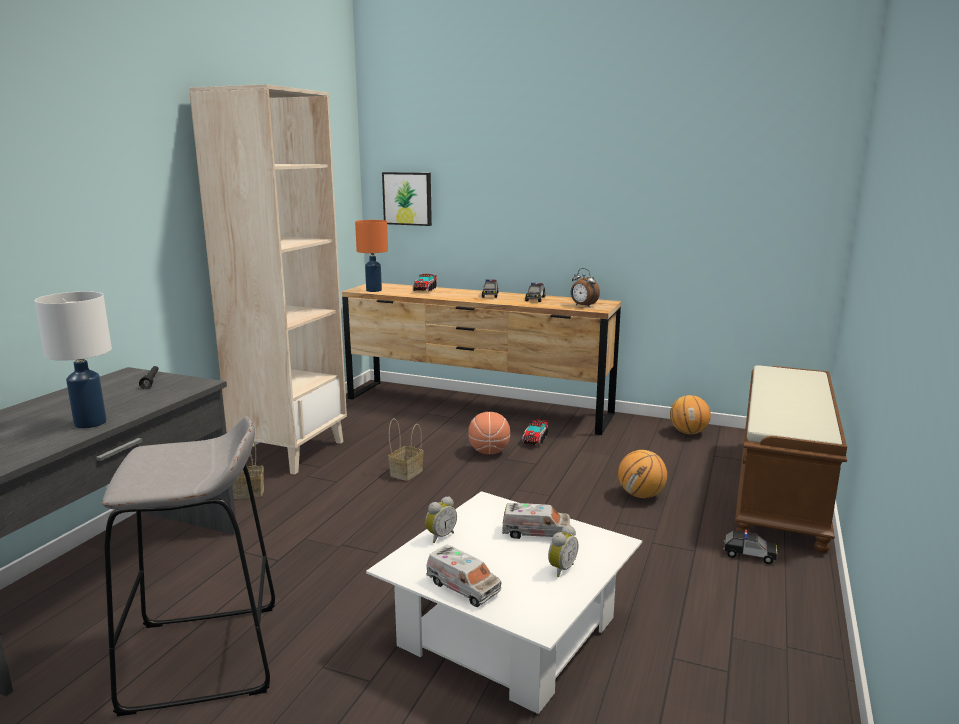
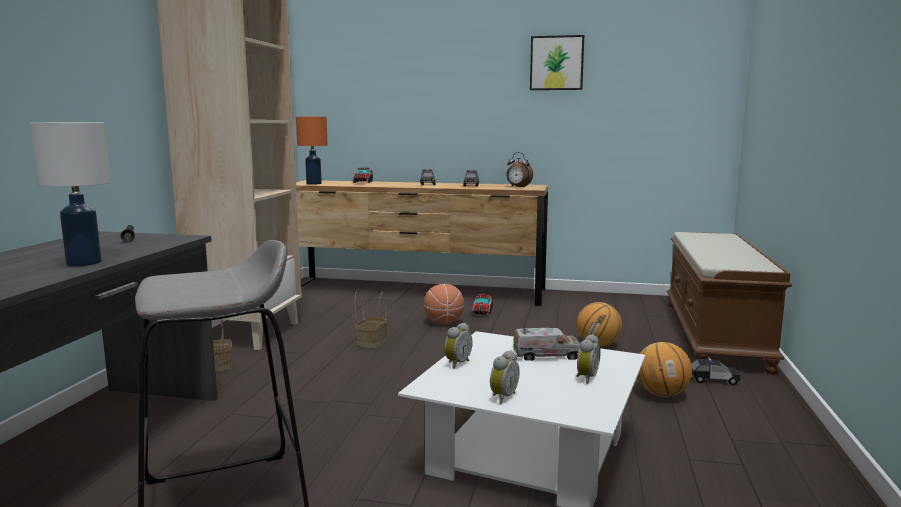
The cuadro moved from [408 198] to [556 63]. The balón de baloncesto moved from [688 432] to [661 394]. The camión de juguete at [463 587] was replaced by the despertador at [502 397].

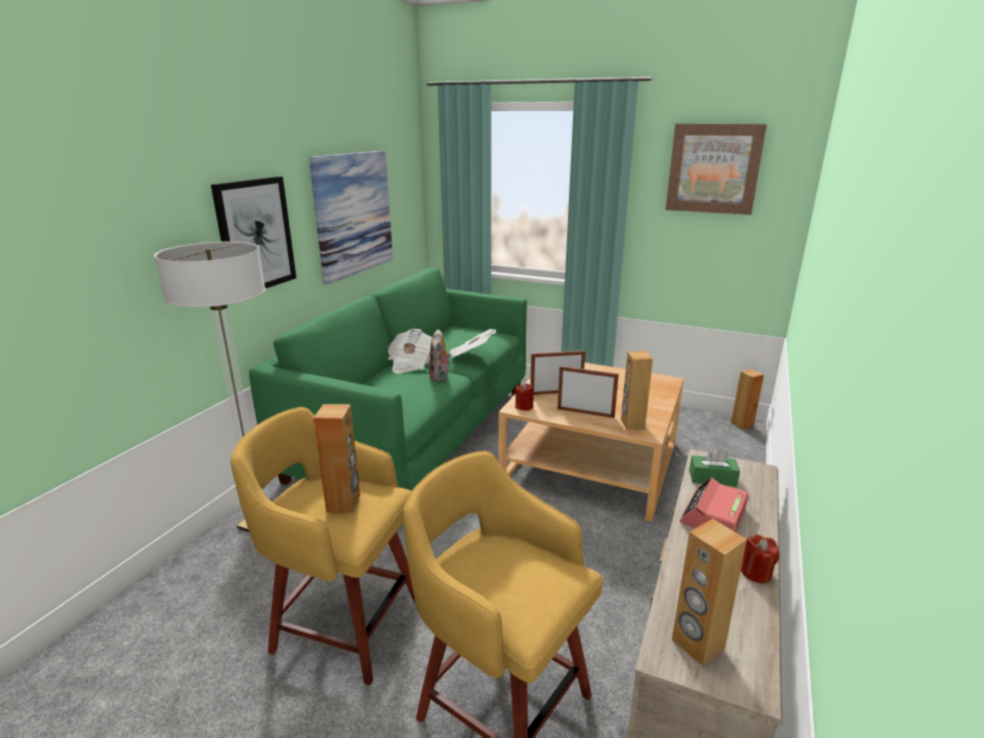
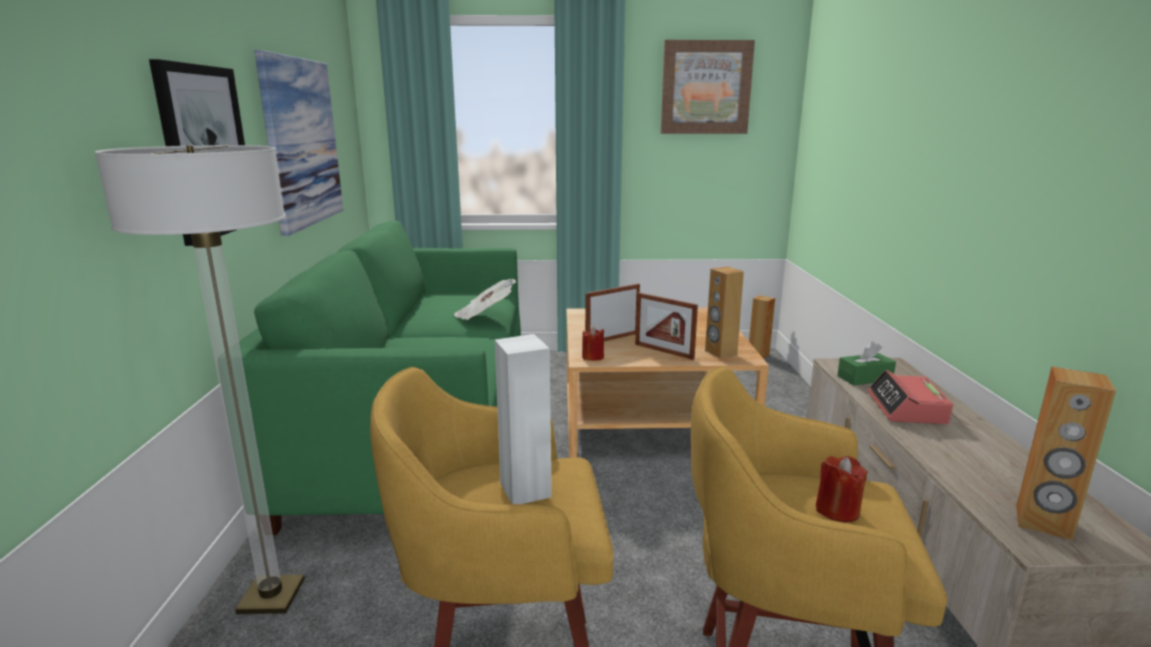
The periódico at [410 364] disappeared. The peluche at [440 377] disappeared. The portarretratos at [585 413] turned 135 degrees counterclockwise. The altavoz (marrón) at [344 503] became the altavoz (blanco) at [526 490]. The vela (rojo) moved from [756 572] to [837 510].

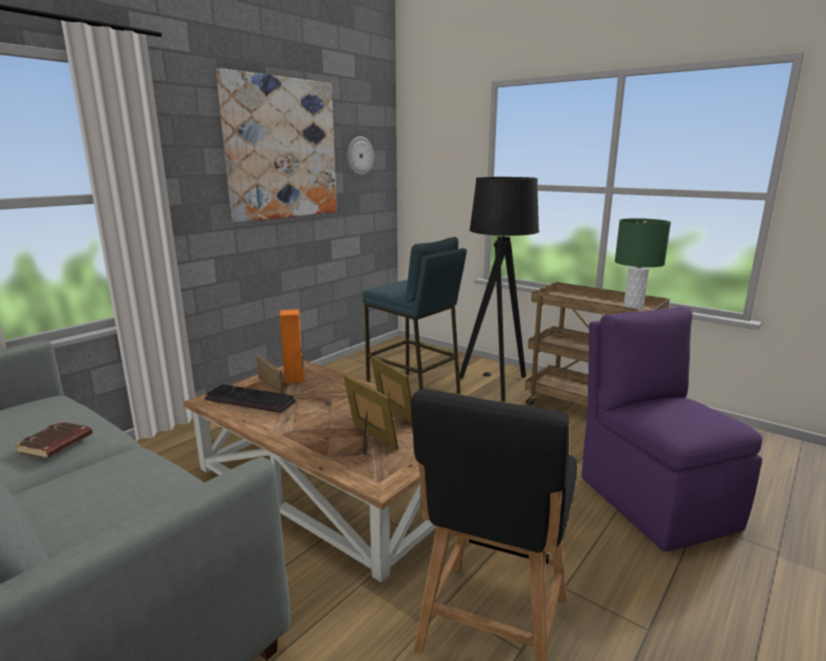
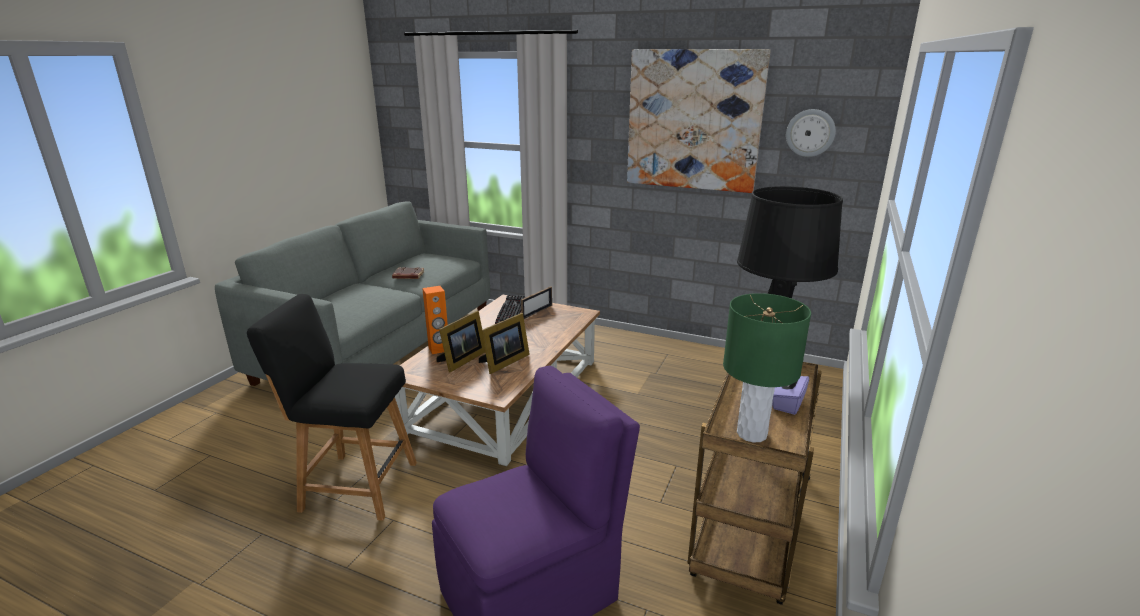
The taburete (azul) at [414 392] disappeared. The altavoz (naranja) moved from [294 378] to [439 349]. The caja de pañuelos (morado) at [787 403] appeared.

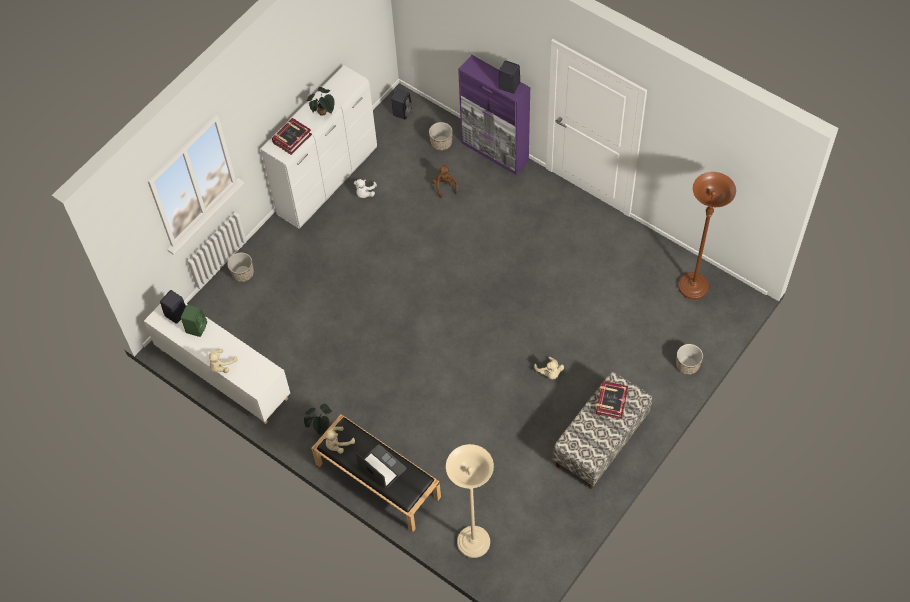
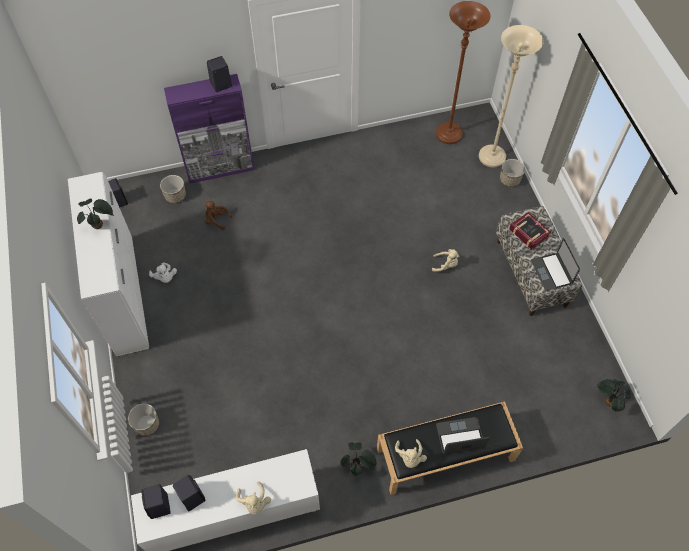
The libro at [292 138] disappeared. The altavoz (verde) at [196 327] became the altavoz (negro) at [191 496]. The lámpara de pie (beis) moved from [473 542] to [492 157]. The portátil at [551 272] appeared. The planta en maceta at [608 401] appeared.

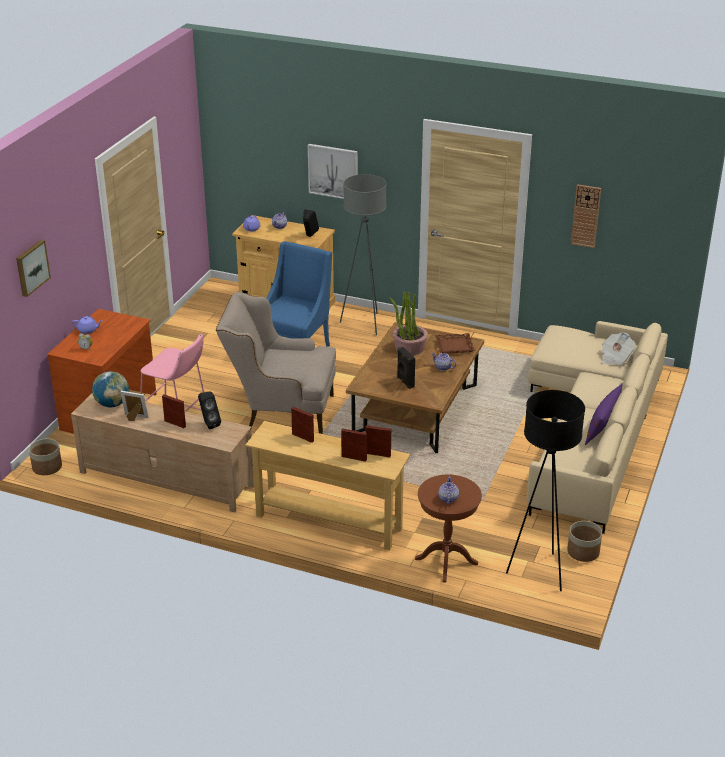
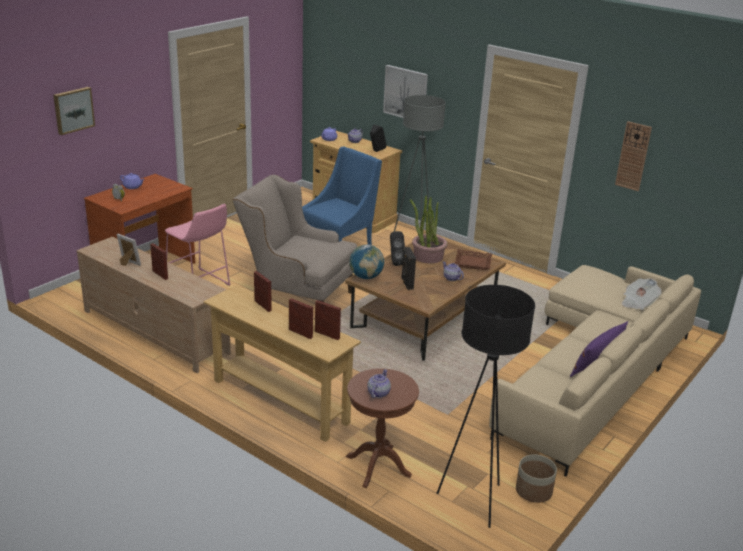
The globo terráqueo moved from [112 404] to [366 277]. The altavoz (negro) moved from [208 424] to [395 262]. The maceta at [47 467] disappeared.

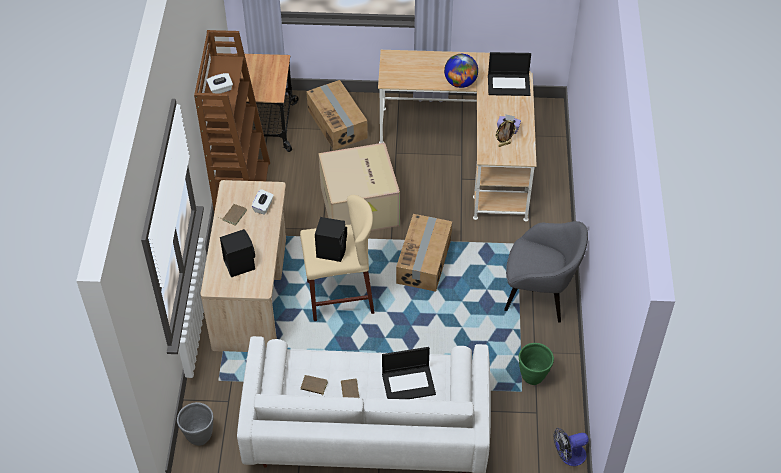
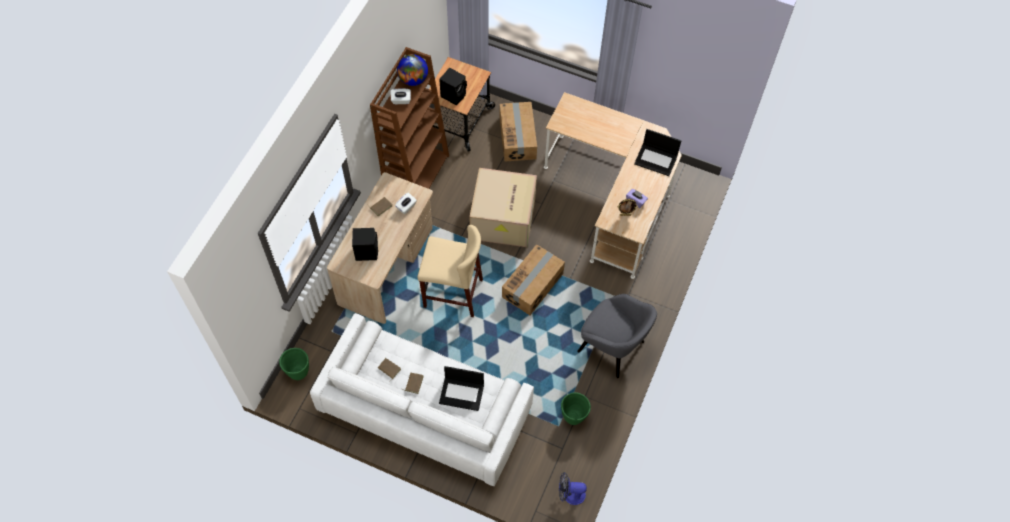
The globo terráqueo moved from [460 83] to [413 80]. The altavoz (negro) moved from [332 250] to [454 95]. The maceta (gris) at [199 436] became the maceta (verde) at [298 372].

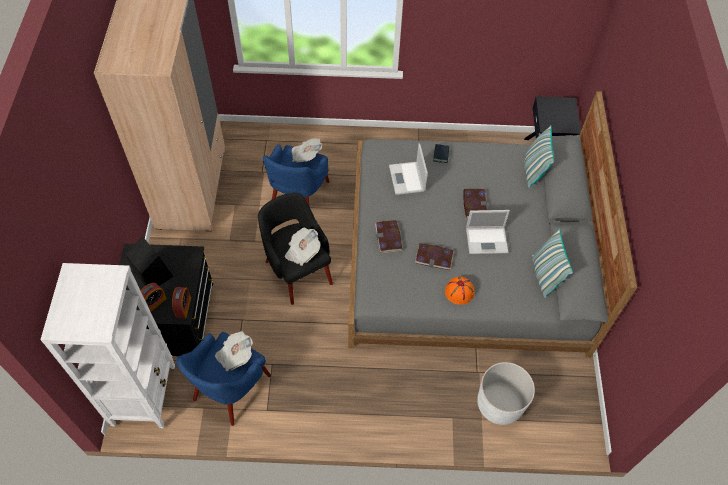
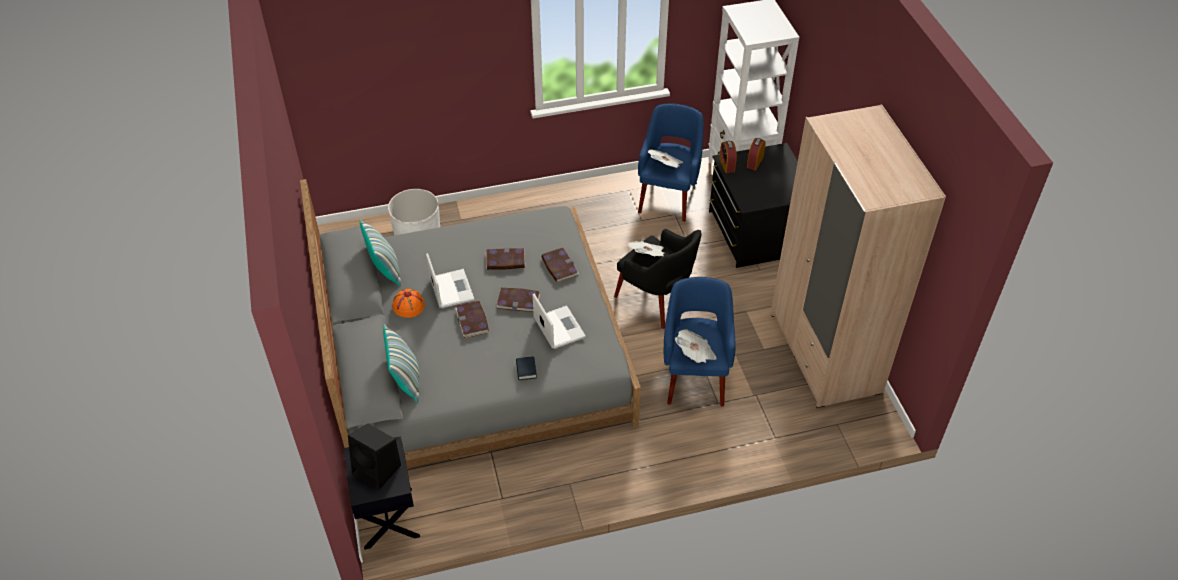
The portátil at [487 240] turned 90 degrees clockwise. The altavoz (negro) moved from [153 274] to [378 469]. The sombrero (naranja) moved from [459 292] to [408 306]. The libro at [518 301] appeared.

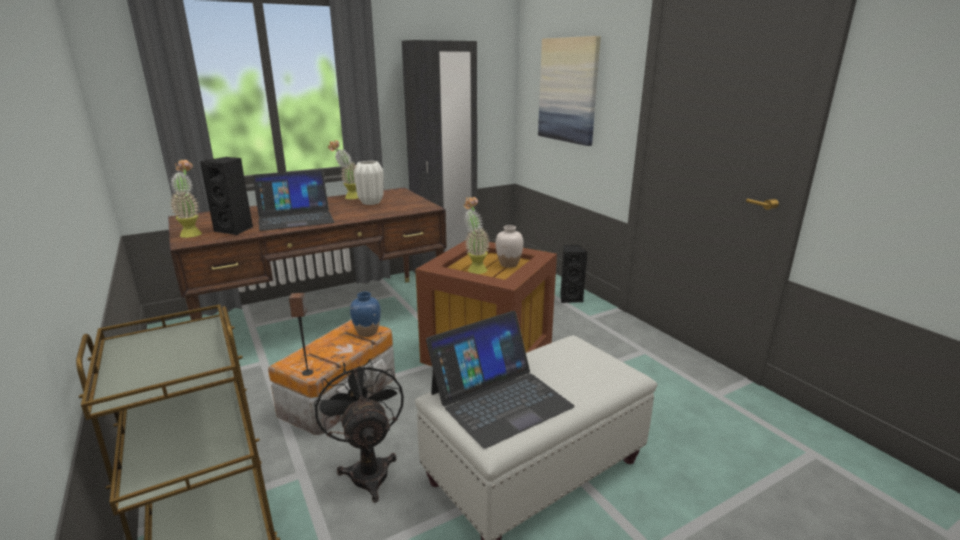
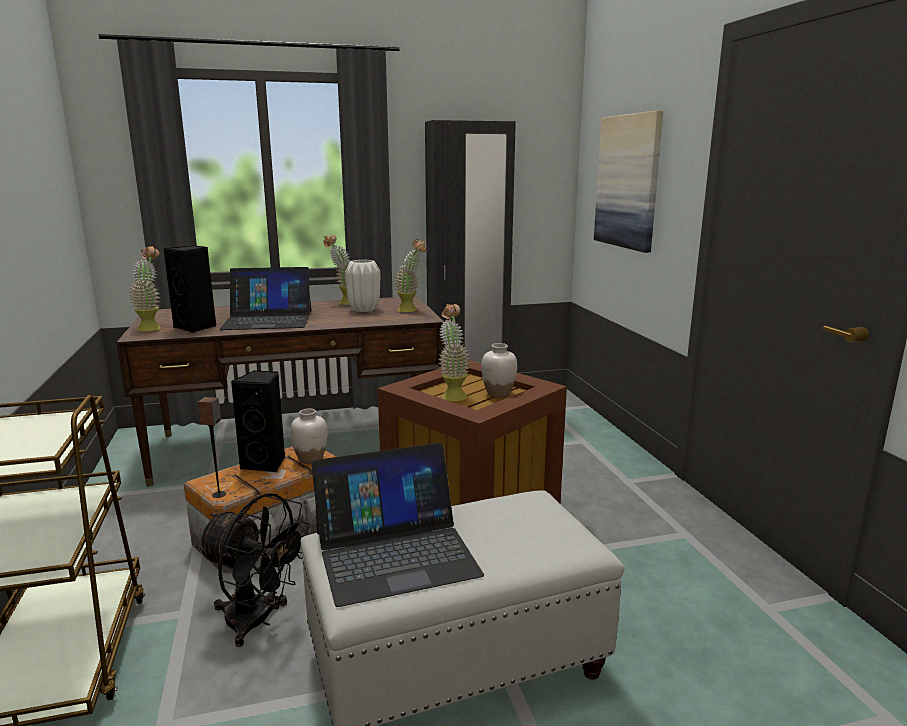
The altavoz (negro) moved from [570 298] to [266 463]. The florero (azul) at [367 332] became the florero (blanco) at [310 459]. The ventilador (negro) at [368 469] turned 120 degrees clockwise. The planta en maceta at [411 310] appeared.

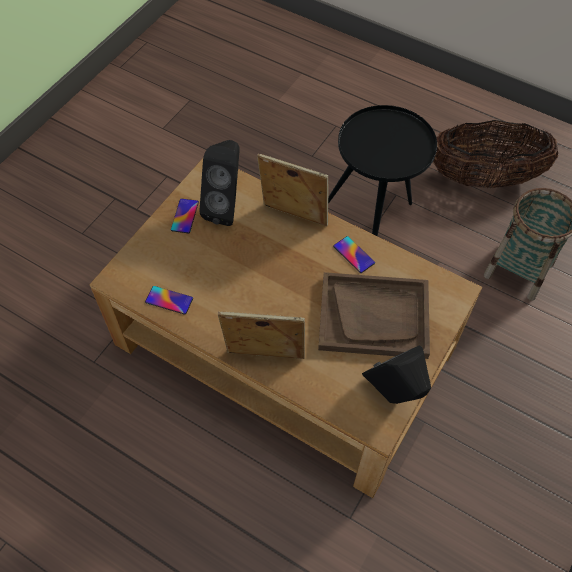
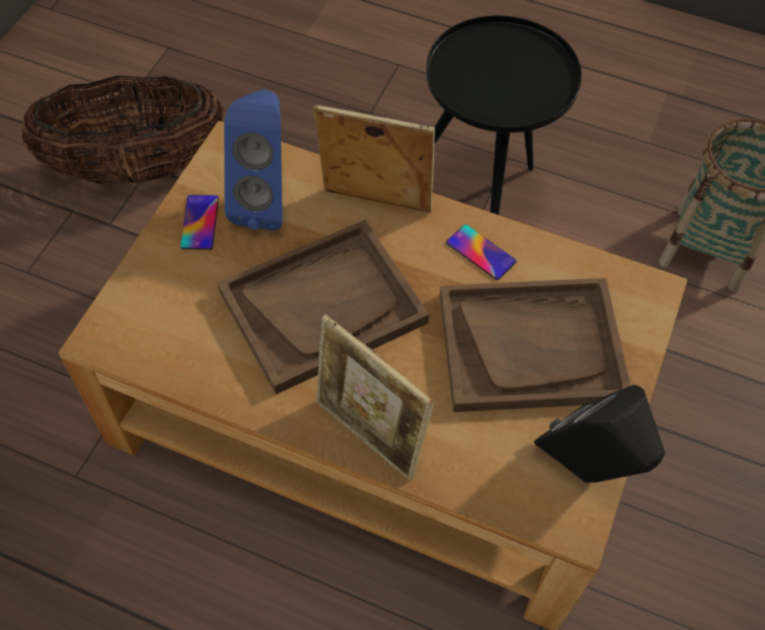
The cesta moved from [484 178] to [137 168]. The altavoz (negro) at [226 207] became the altavoz (azul) at [265 201]. The móvil at [169 300] disappeared. The portarretratos at [264 357] turned 135 degrees counterclockwise. The bandeja (marrón) at [323 306] appeared.

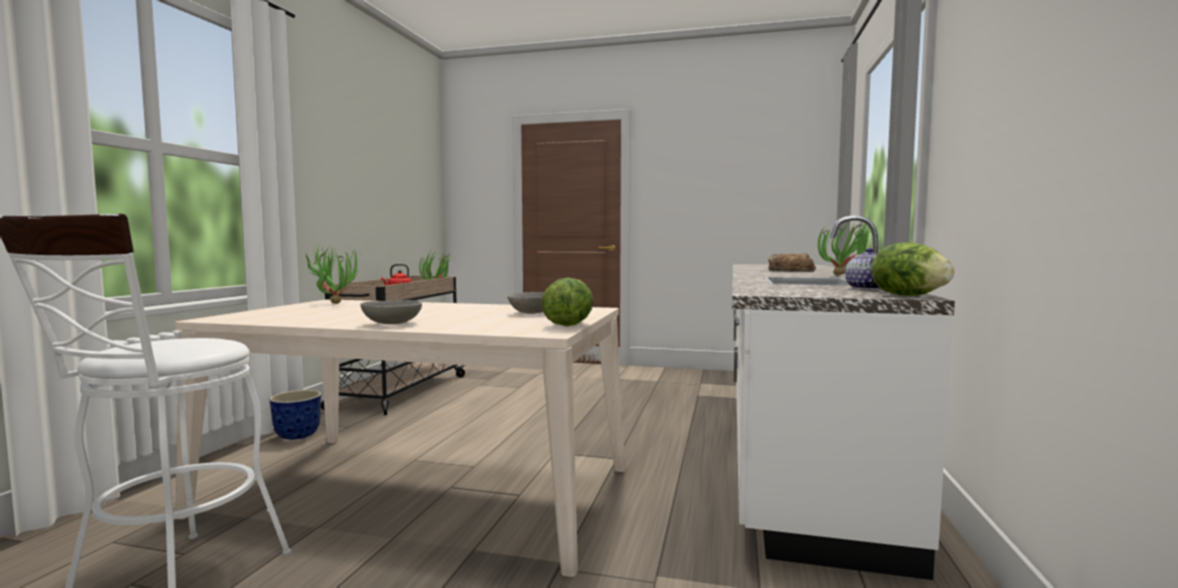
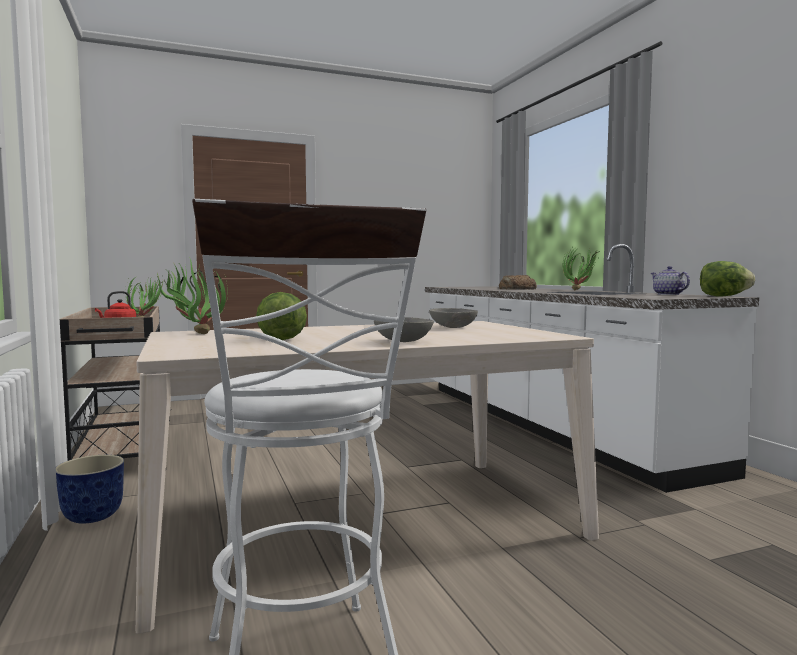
The lechuga moved from [568 325] to [281 339].

